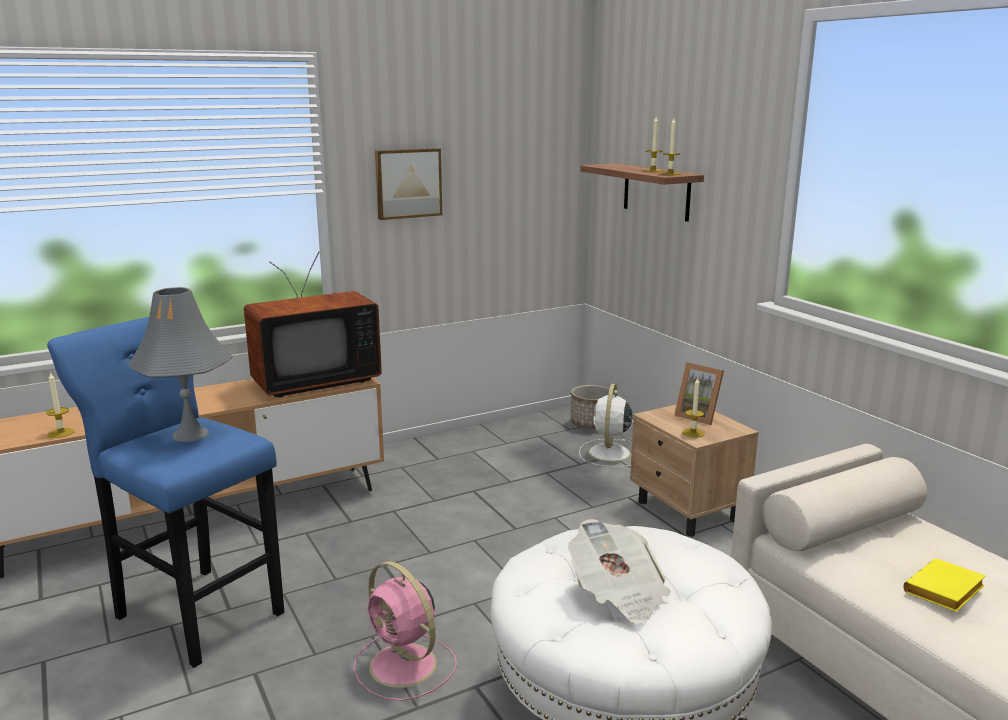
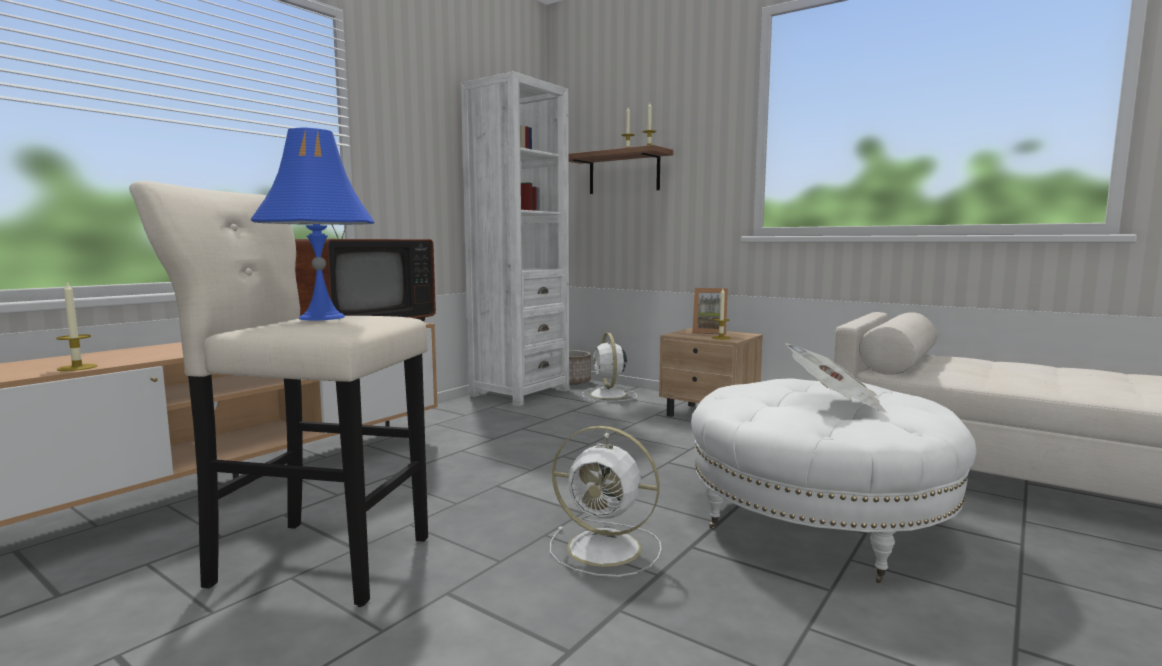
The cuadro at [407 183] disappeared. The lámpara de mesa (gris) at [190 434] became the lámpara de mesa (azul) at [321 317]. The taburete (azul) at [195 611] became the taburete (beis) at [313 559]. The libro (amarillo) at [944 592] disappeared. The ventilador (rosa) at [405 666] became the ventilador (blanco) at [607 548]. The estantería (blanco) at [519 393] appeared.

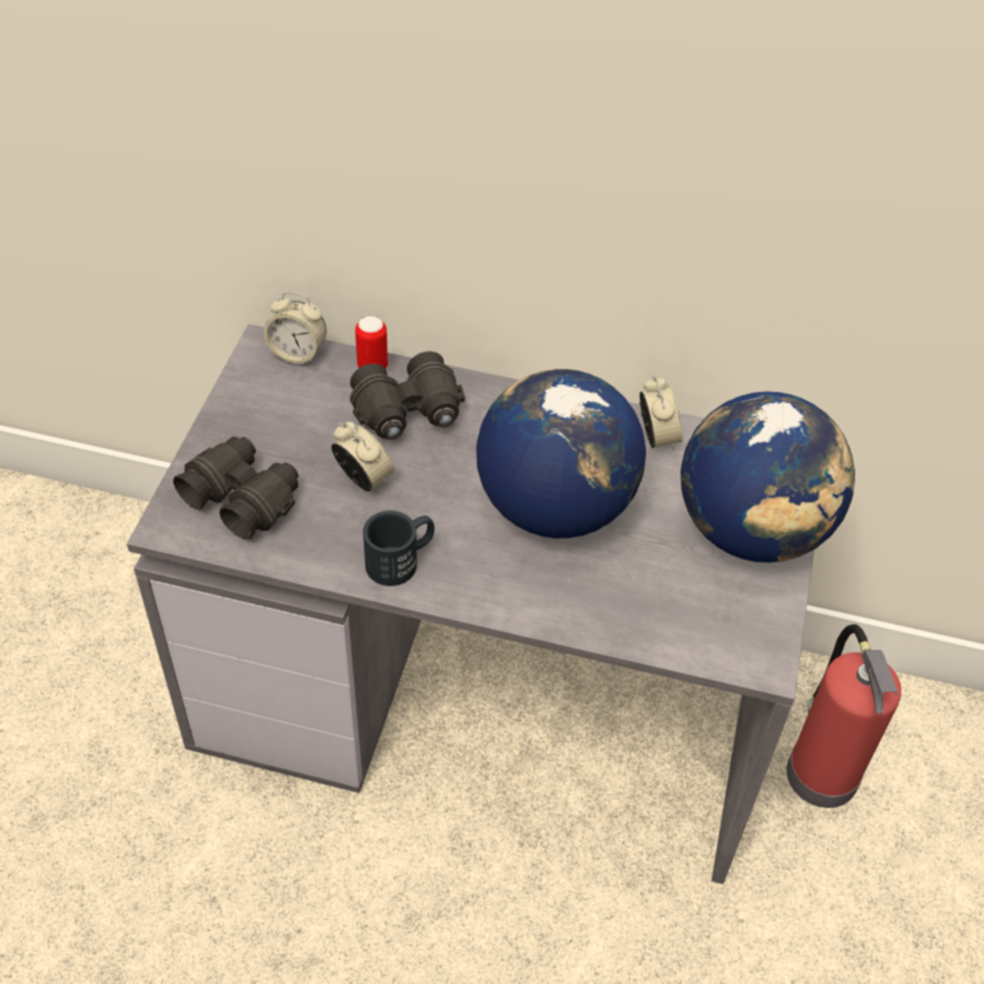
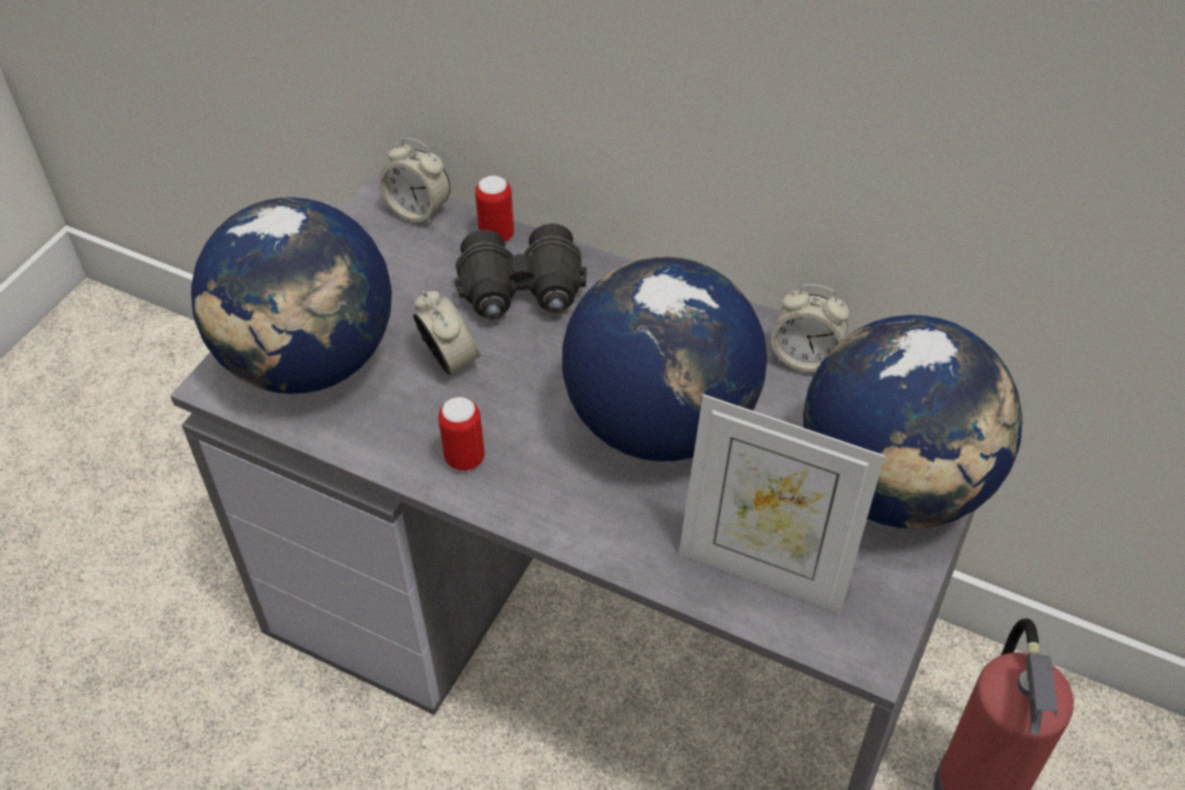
The despertador at [657 437] turned 105 degrees clockwise. The prismáticos (negro) at [242 497] was replaced by the globo terráqueo at [310 362]. The taza grande (negro) at [401 560] was replaced by the lata at [465 458]. The portarretratos at [764 569] appeared.

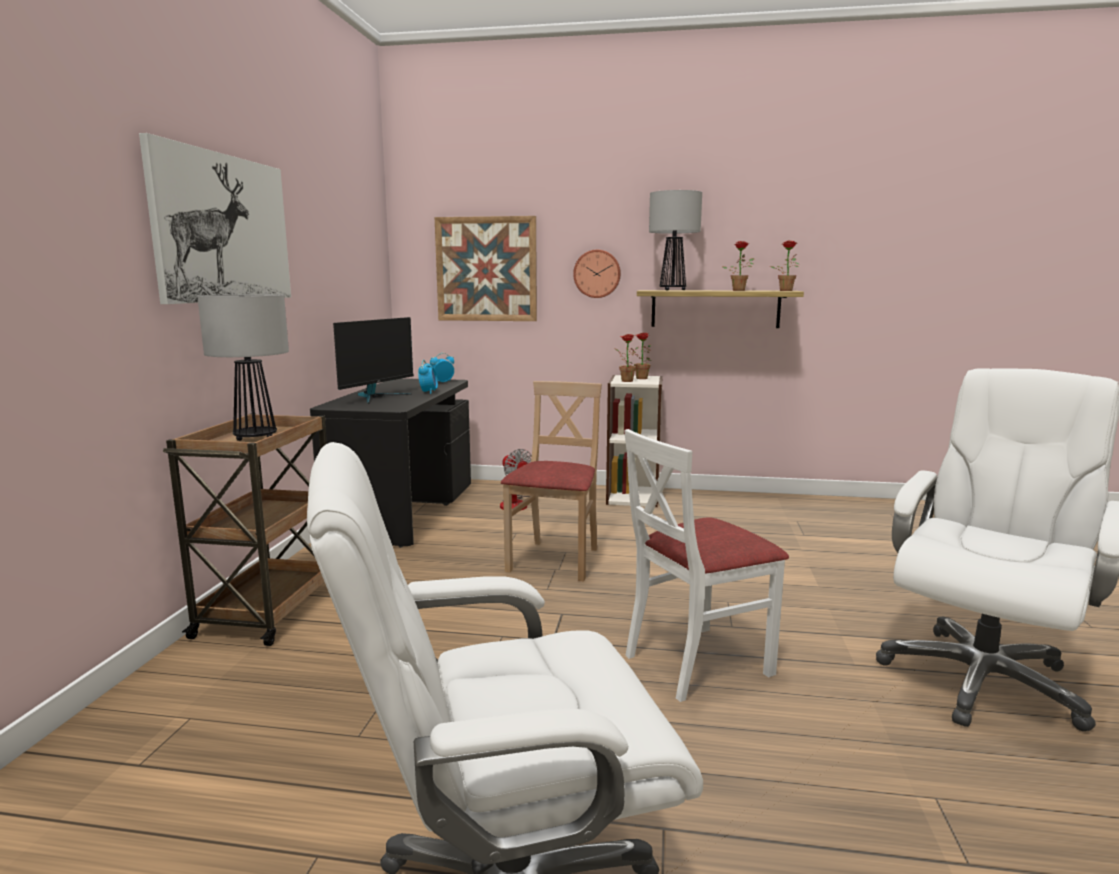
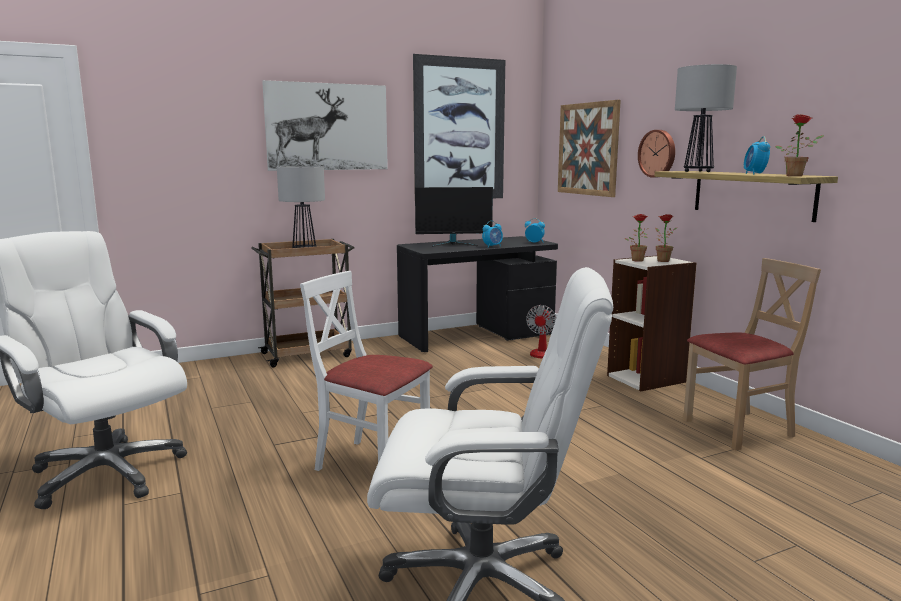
The planta en maceta at [739 290] was replaced by the despertador at [754 174]. The silla (beis) moved from [555 560] to [739 429]. The cuadro at [459 130] appeared.

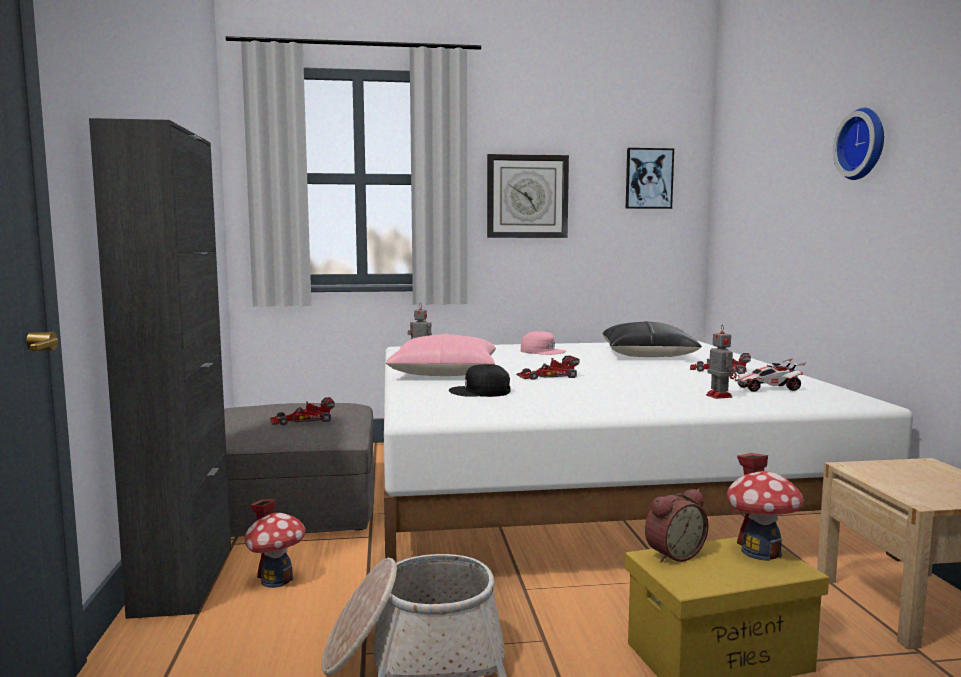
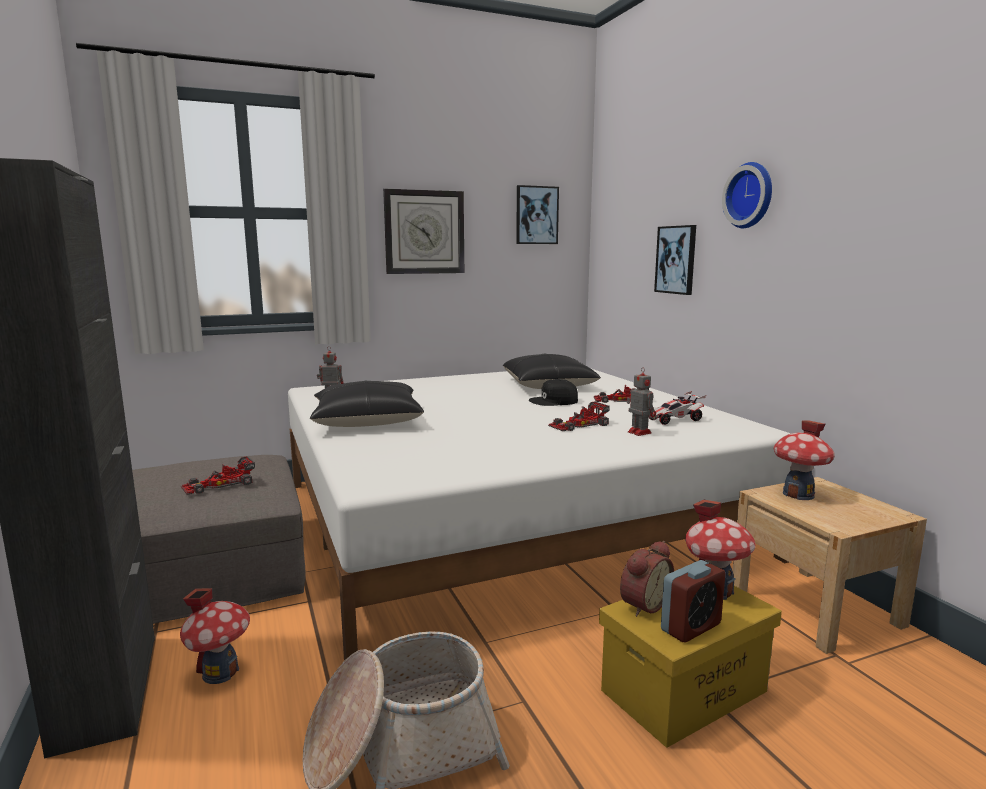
The gorra (rosa) at [542 351] disappeared. The cojín (rosa) at [444 373] became the cojín (negro) at [367 420]. The coche de juguete moved from [548 376] to [579 425]. The gorra (negro) moved from [480 392] to [554 401]. The cuadro at [676 260] appeared. The casita at [798 494] appeared. The despertador at [690 627] appeared.

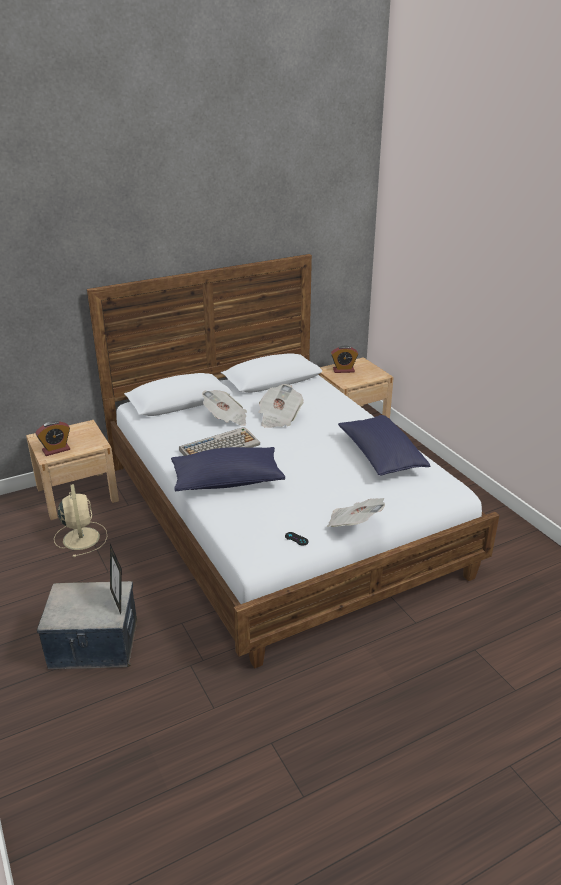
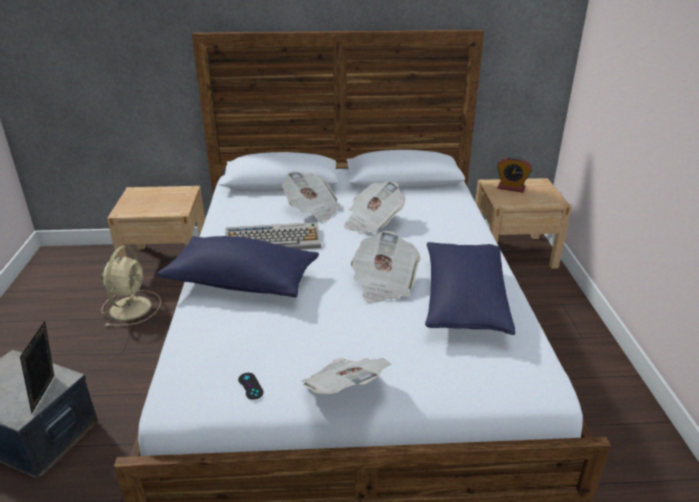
The despertador at [56 450] disappeared. The periódico at [383 283] appeared.

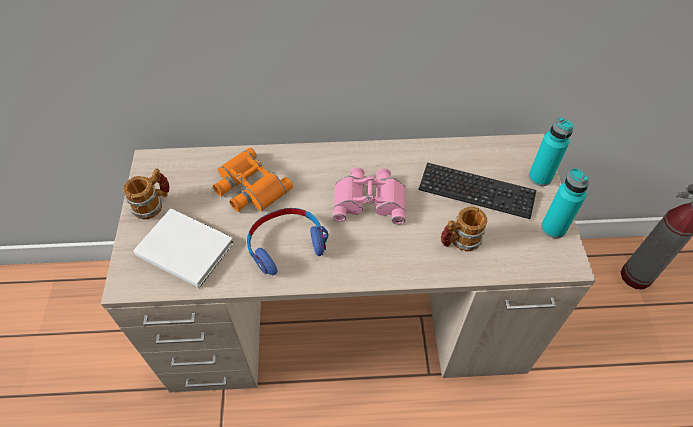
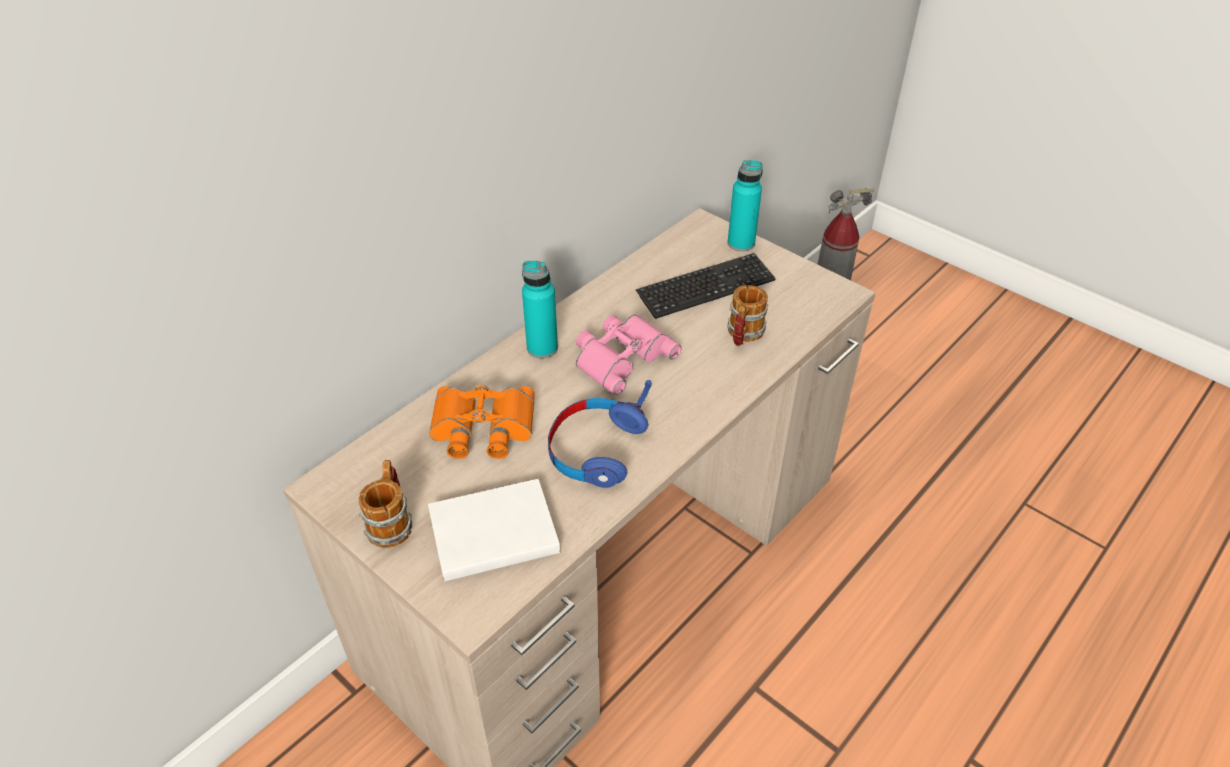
The botella (turquesa) moved from [553 228] to [542 348].

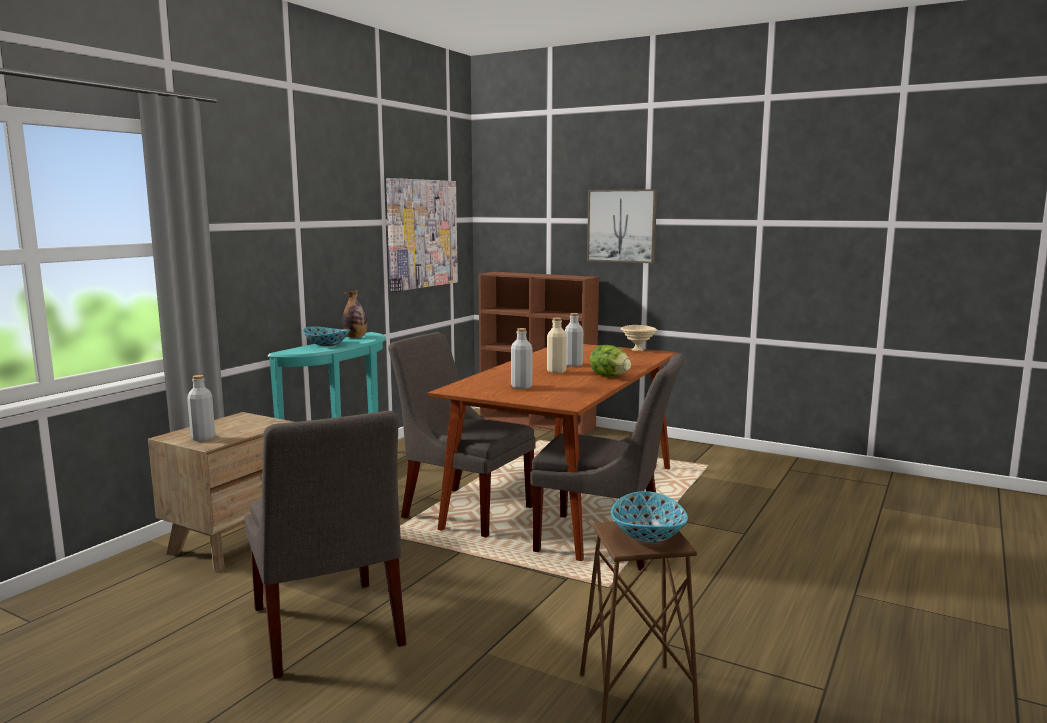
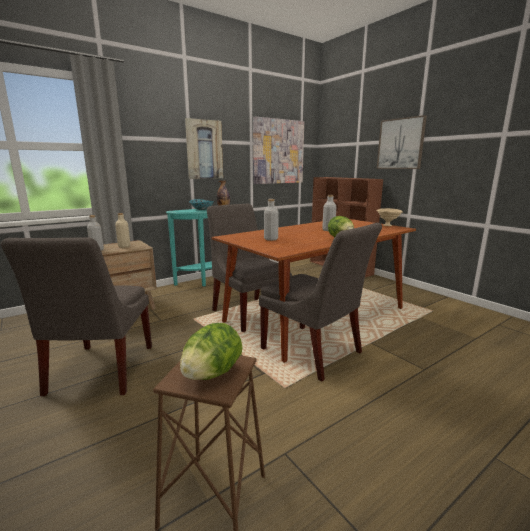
The botella (beis) moved from [556 371] to [124 246]. The cuenco at [649 536] was replaced by the lechuga at [212 373]. The cuadro at [204 149] appeared.

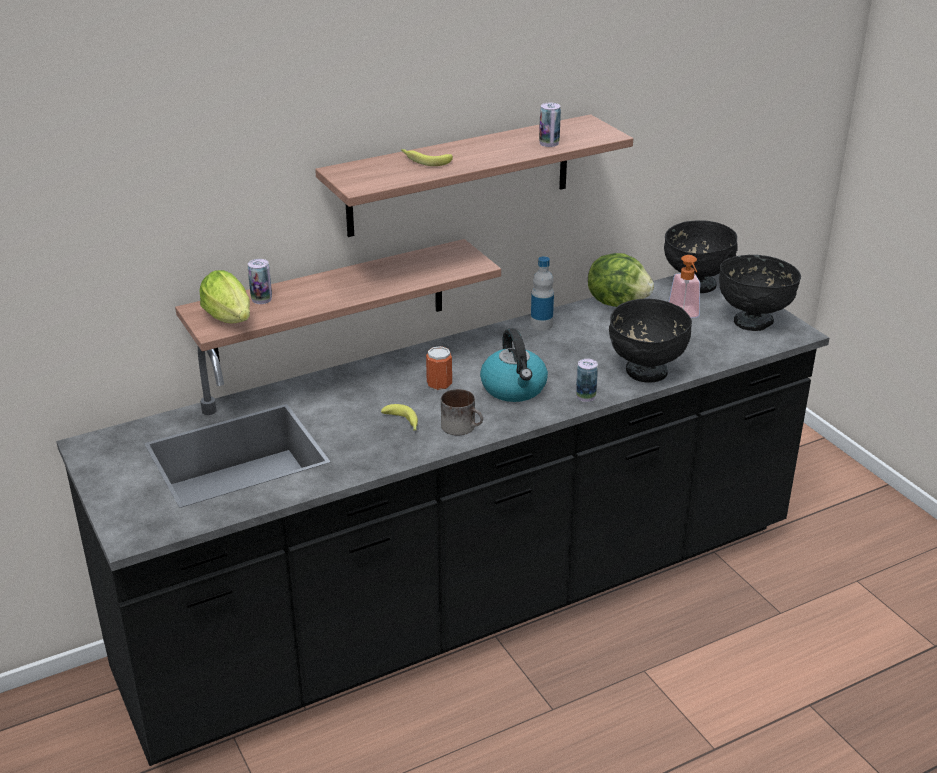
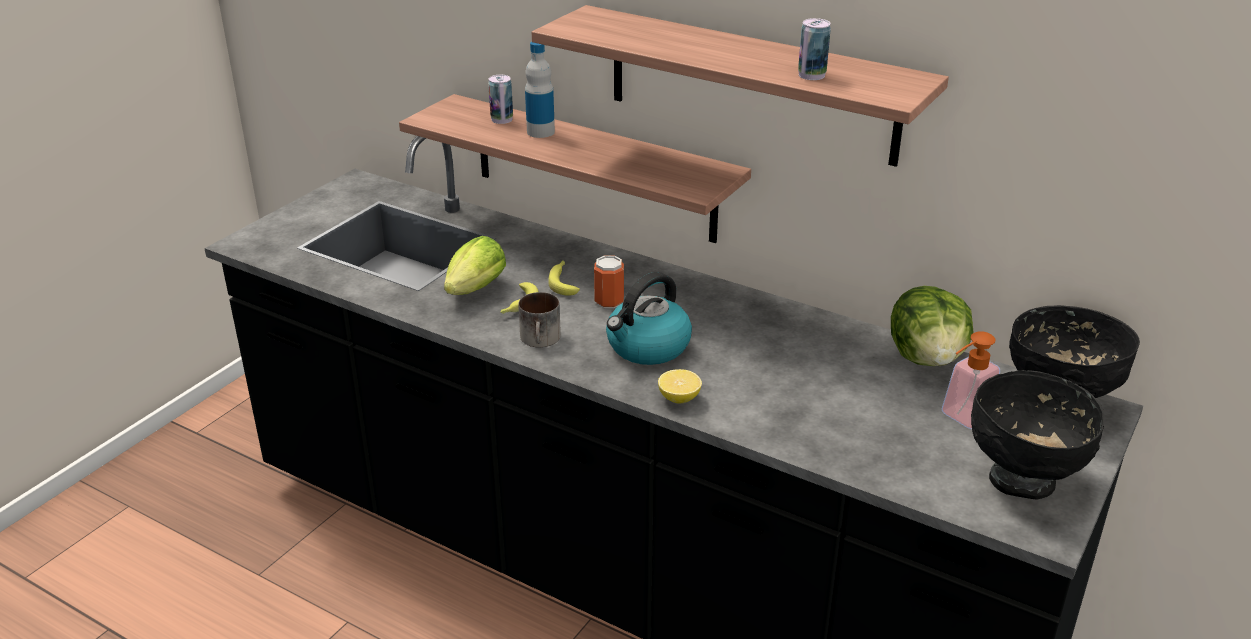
The plátano moved from [424 160] to [564 282]. The botella moved from [541 325] to [540 132]. The lechuga moved from [231 320] to [473 291]. The cuenco (negro) at [645 372] disappeared. The lata at [585 396] was replaced by the limón at [679 398].

